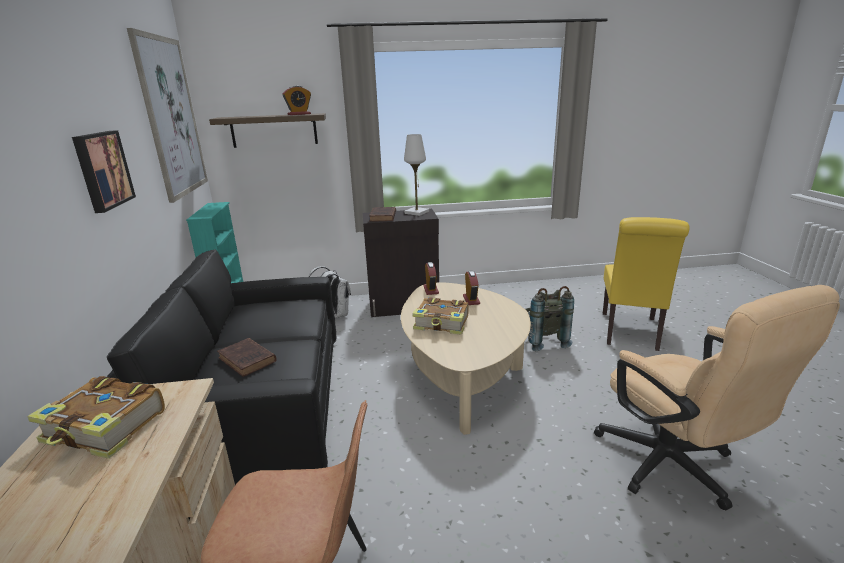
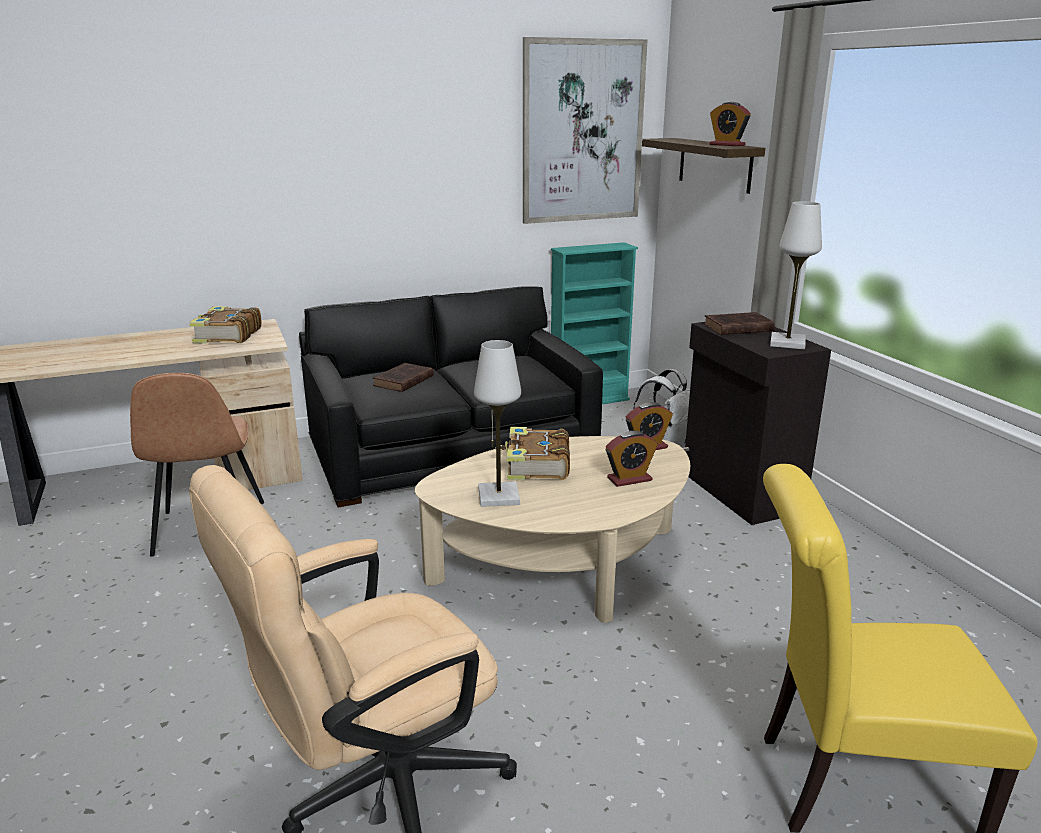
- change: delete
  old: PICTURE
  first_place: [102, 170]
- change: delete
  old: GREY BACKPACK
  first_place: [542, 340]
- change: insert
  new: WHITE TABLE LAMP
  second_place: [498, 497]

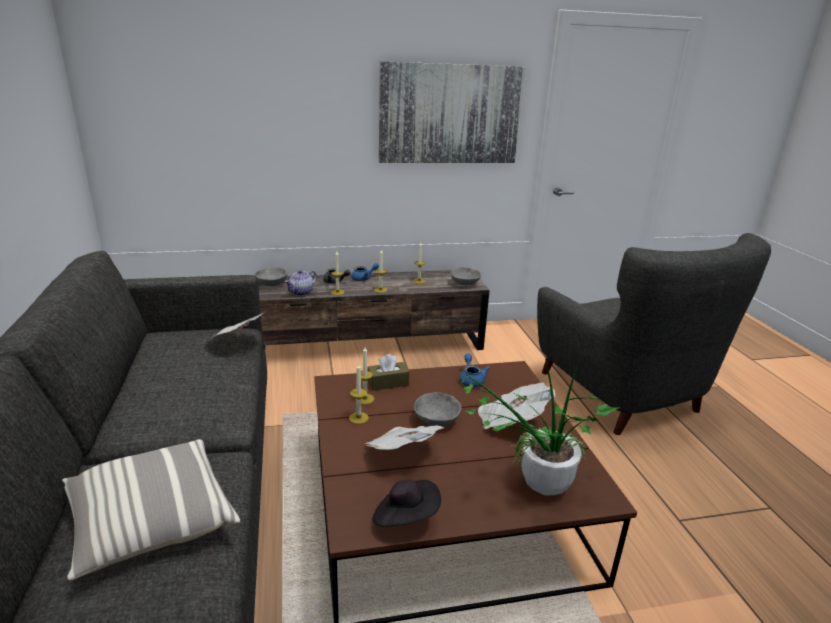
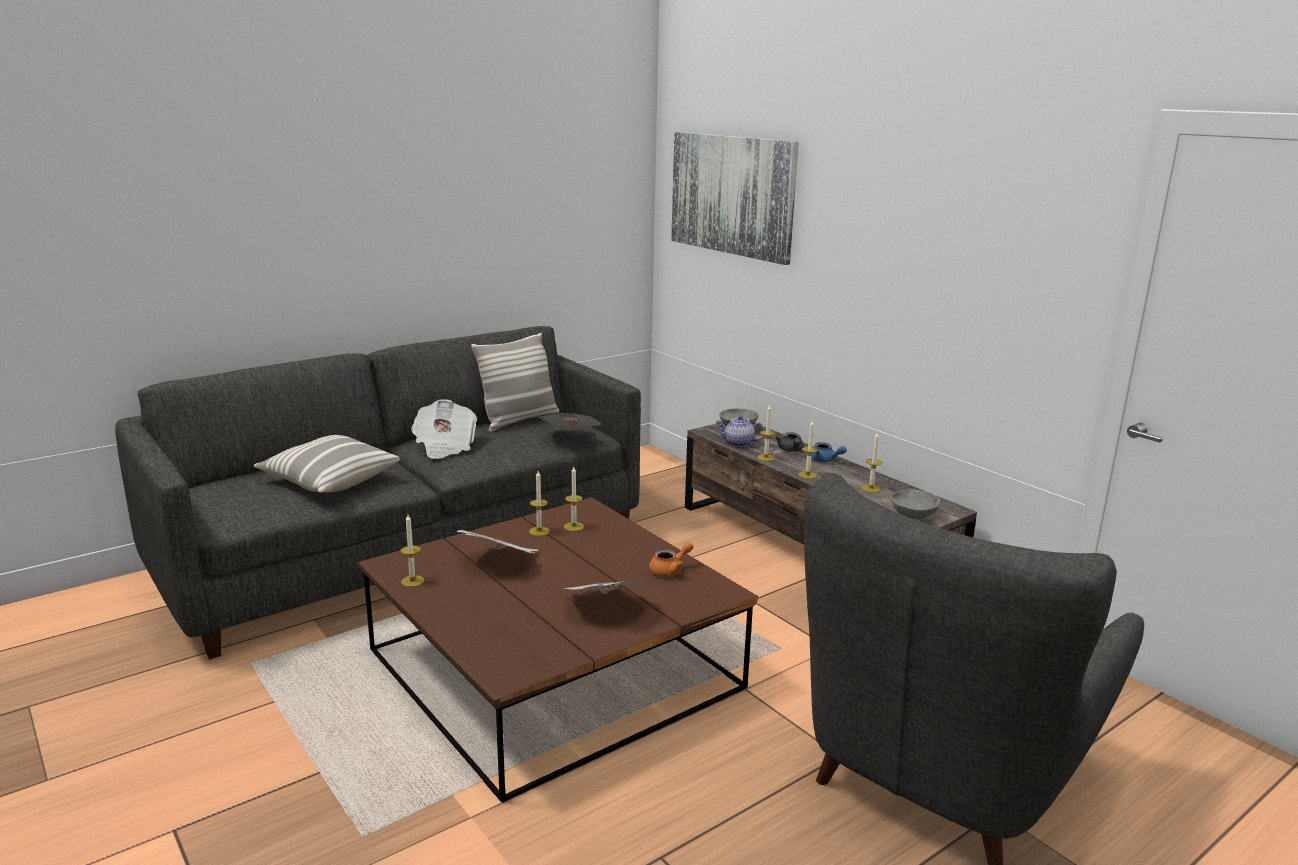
- change: move
  old: PICTURE
  first_place: [450, 114]
  second_place: [732, 195]
- change: recolor
  old: BLUE TEAPOT
  new: ORANGE TEAPOT
  first_place: [471, 379]
  second_place: [670, 570]
- change: delete
  old: BROWN TISSUE BOX
  first_place: [388, 383]
- change: delete
  old: POTTED PLANT
  first_place: [533, 486]
- change: delete
  old: GREY BOWL
  first_place: [436, 419]
- change: replace
  old: BLACK HAT
  new: CANDLE
  first_place: [406, 517]
  second_place: [412, 581]
- change: insert
  new: PILLOW
  second_place: [518, 420]
- change: insert
  new: NEWSPAPER
  second_place: [444, 446]

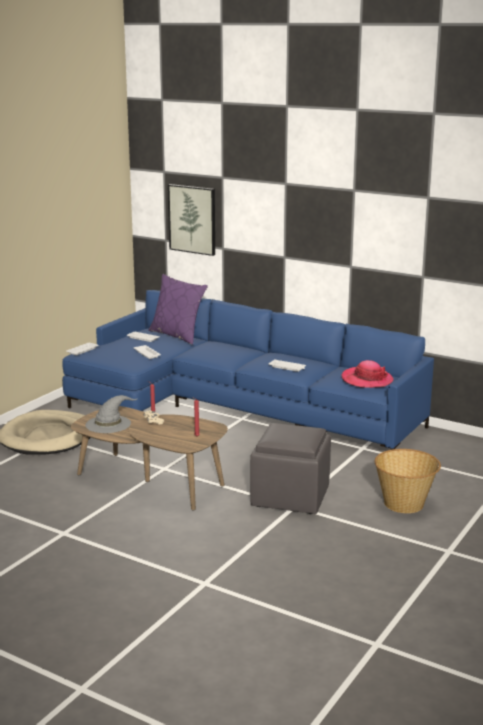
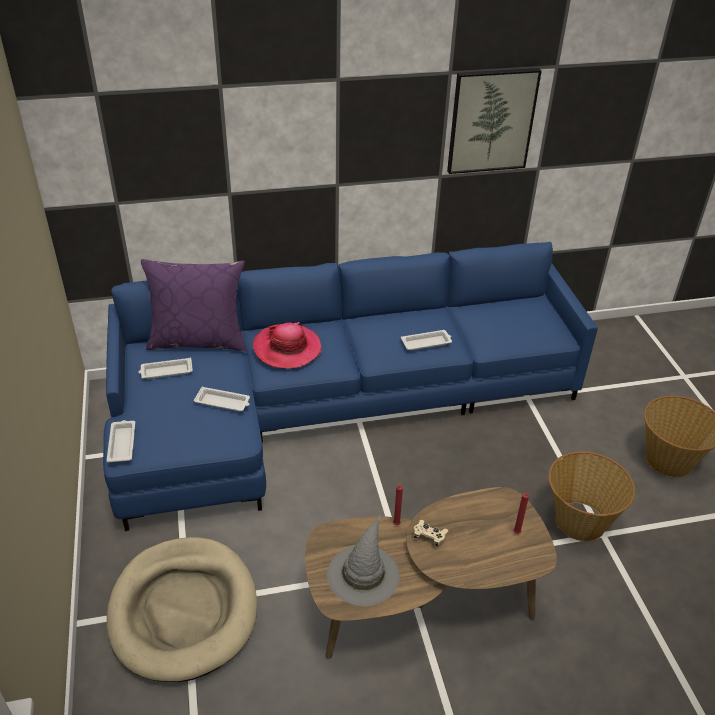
- change: move
  old: PICTURE
  first_place: [192, 219]
  second_place: [491, 121]
- change: move
  old: HAT
  first_place: [367, 380]
  second_place: [287, 348]
- change: replace
  old: GREY OTTOMAN
  new: BASKET
  first_place: [291, 496]
  second_place: [579, 520]

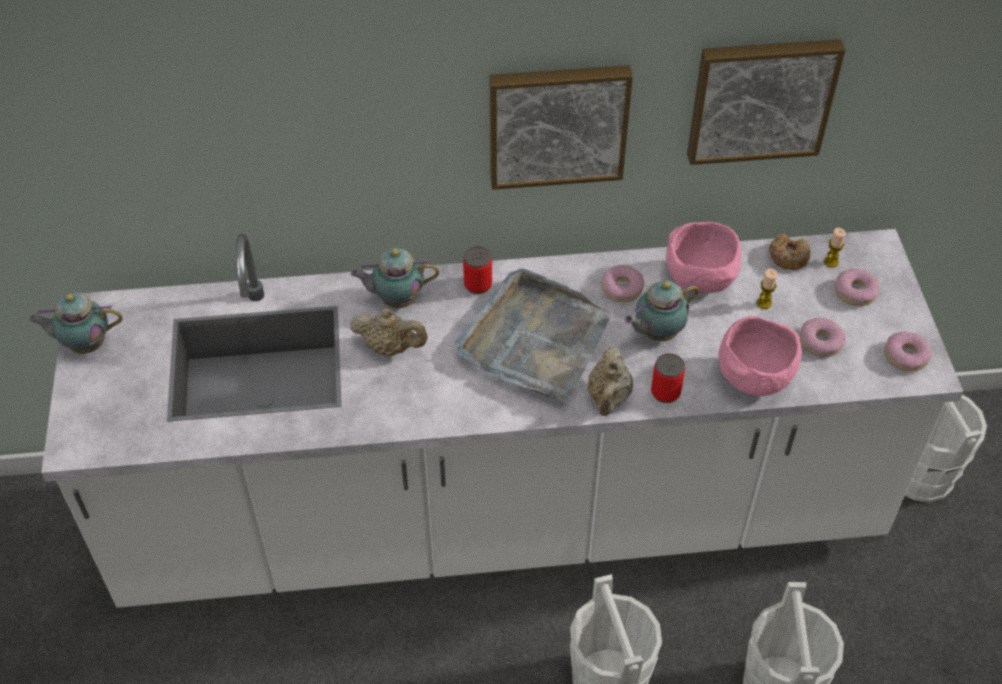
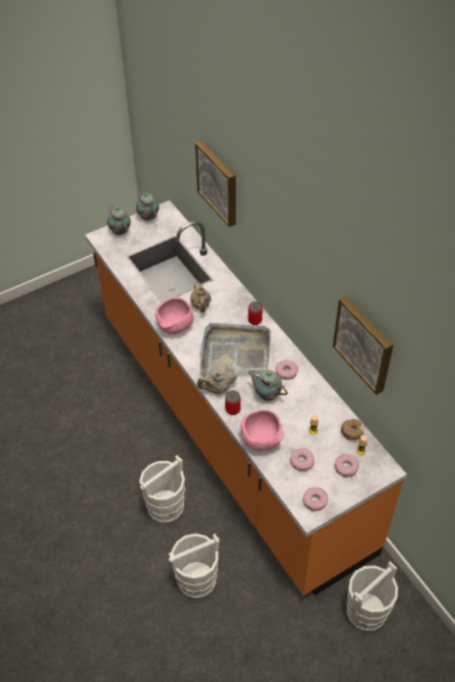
- change: move
  old: PICTURE
  first_place: [557, 123]
  second_place: [219, 182]
- change: move
  old: PINK BOWL
  first_place: [702, 280]
  second_place: [175, 327]
- change: recolor
  old: WHITE COUNTER
  new: ORANGE COUNTER
  first_place: [501, 517]
  second_place: [228, 430]
- change: move
  old: TEAPOT
  first_place: [396, 300]
  second_place: [120, 231]

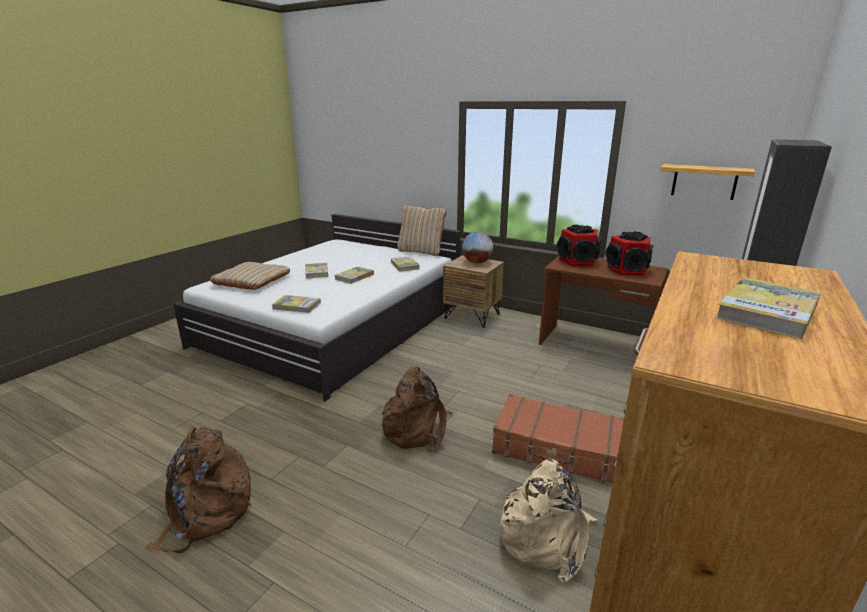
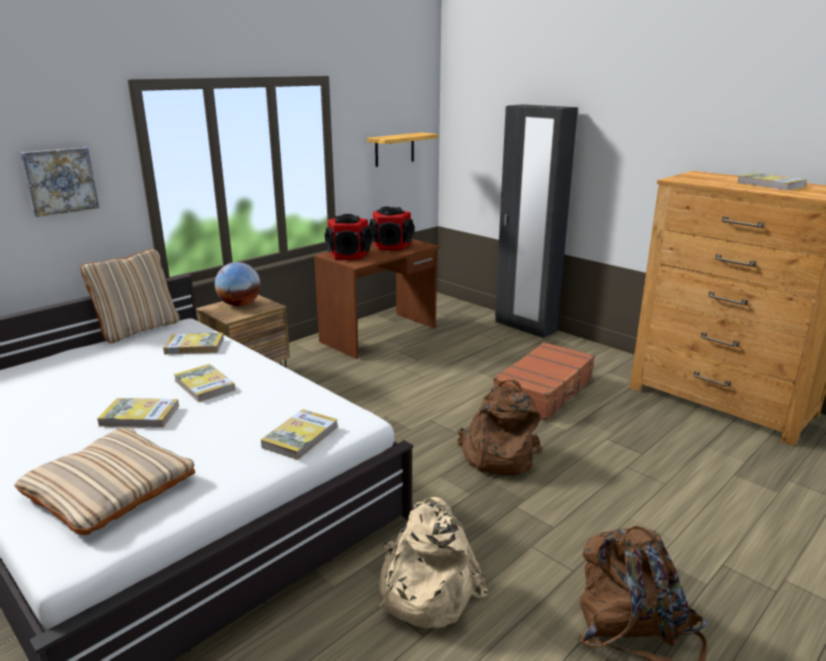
- change: move
  old: BEIGE BACKPACK
  first_place: [546, 537]
  second_place: [425, 590]
- change: insert
  new: PICTURE
  second_place: [59, 181]

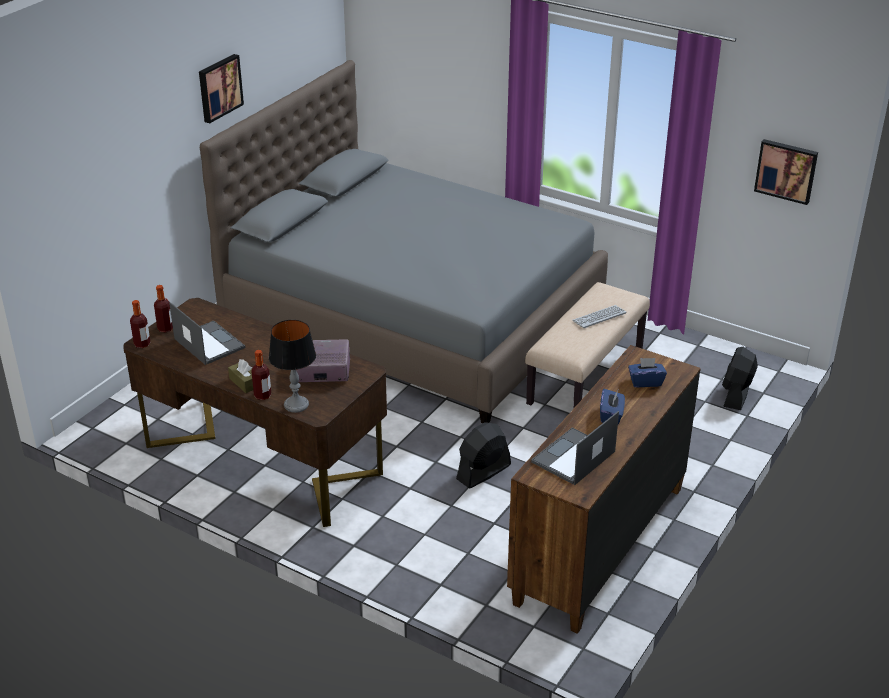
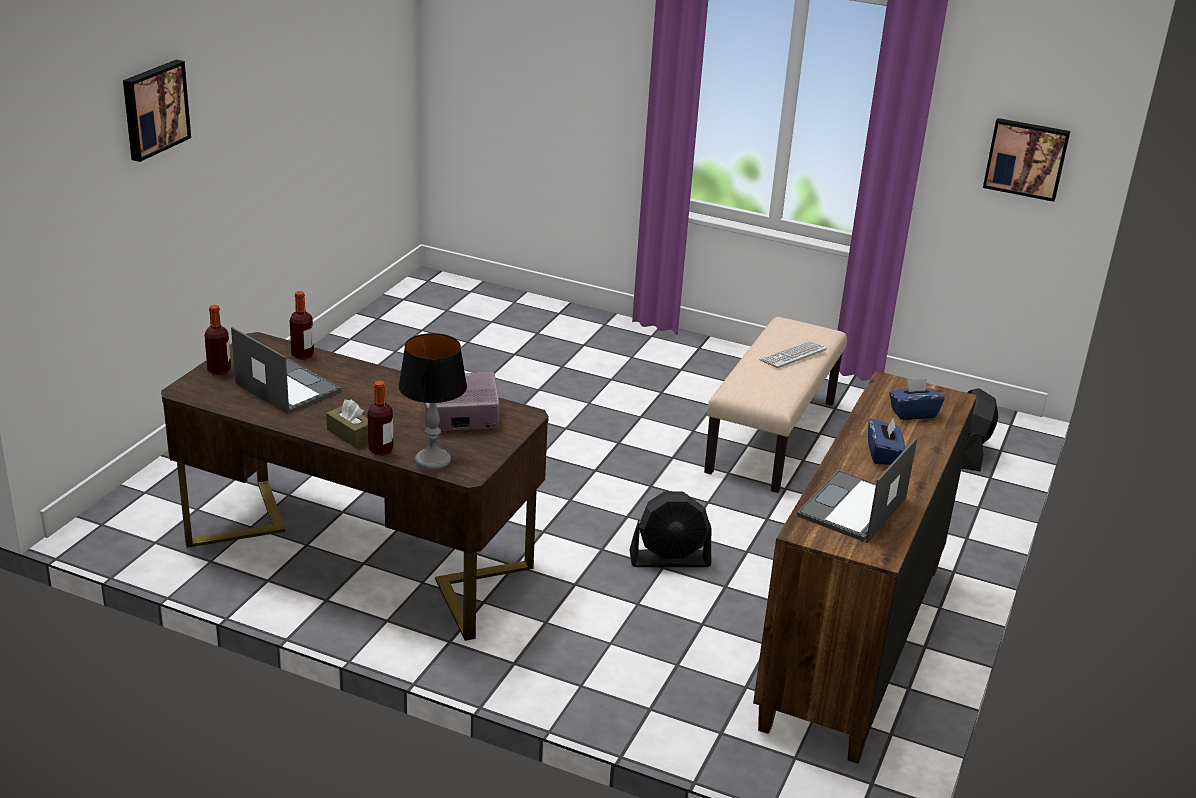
- change: move
  old: PICTURE
  first_place: [219, 87]
  second_place: [154, 109]
- change: delete
  old: GREY BED
  first_place: [413, 315]
- change: move
  old: BOTTLE
  first_place: [142, 344]
  second_place: [302, 355]
- change: rotate
  old: BLACK FAN
  first_place: [483, 472]
  second_place: [670, 559]
  degrees: -135

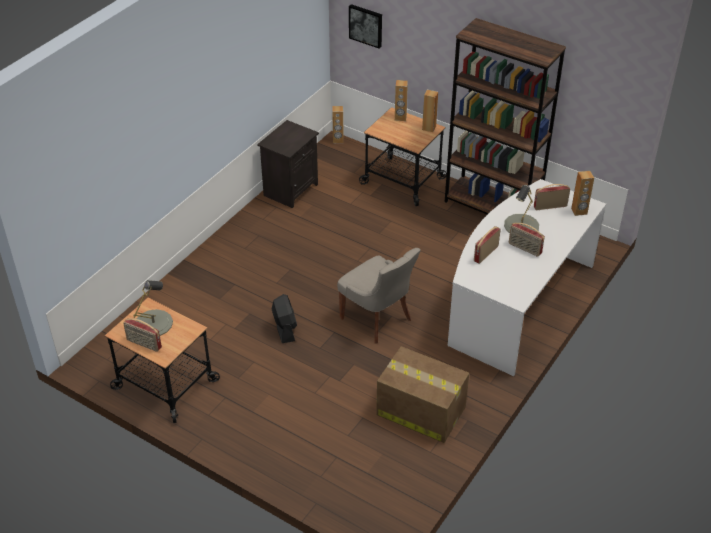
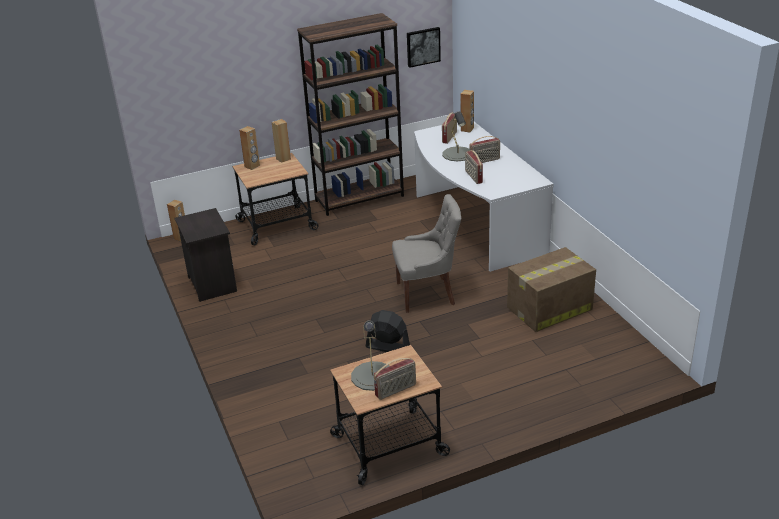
- change: move
  old: PICTURE
  first_place: [366, 25]
  second_place: [422, 46]

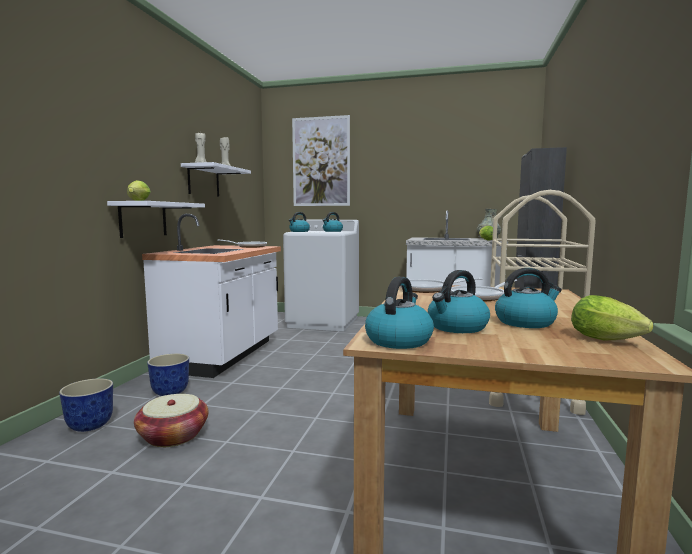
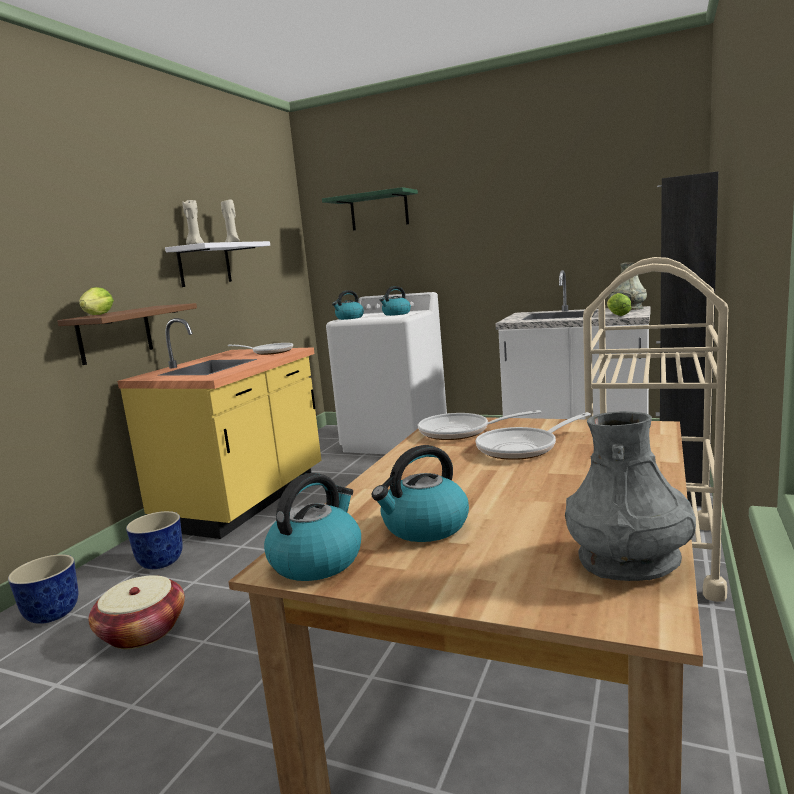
- change: replace
  old: PICTURE
  new: GREEN SHELF
  first_place: [321, 162]
  second_place: [379, 211]
- change: recolor
  old: WHITE SHELF
  new: BROWN SHELF
  first_place: [143, 219]
  second_place: [115, 334]
- change: recolor
  old: WHITE COUNTER
  new: YELLOW COUNTER
  first_place: [223, 355]
  second_place: [245, 501]
- change: delete
  old: KETTLE
  first_place: [525, 322]
- change: replace
  old: LETTUCE
  new: GREY VASE
  first_place: [609, 340]
  second_place: [628, 559]

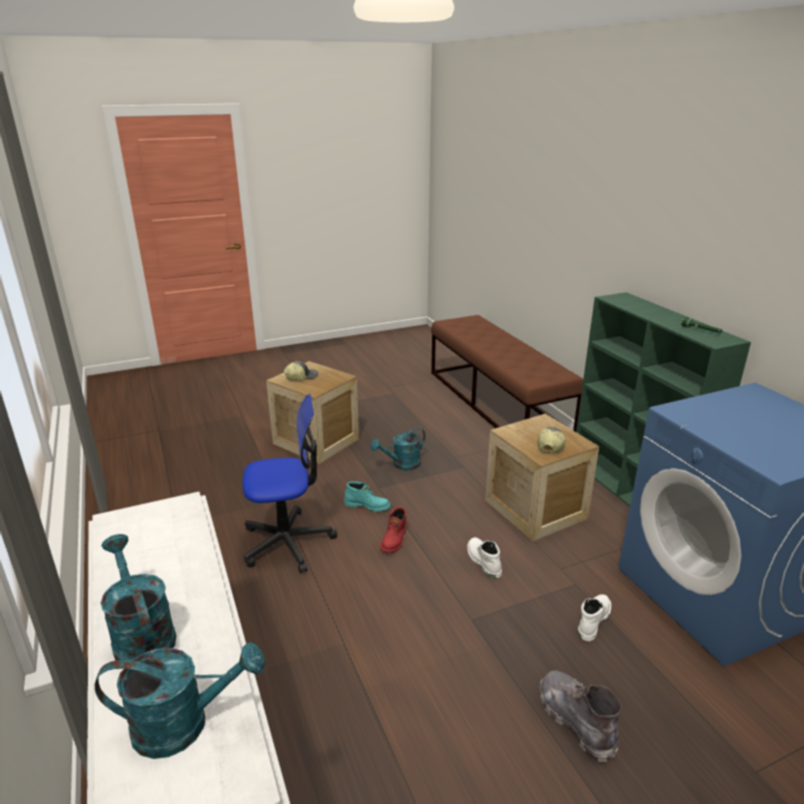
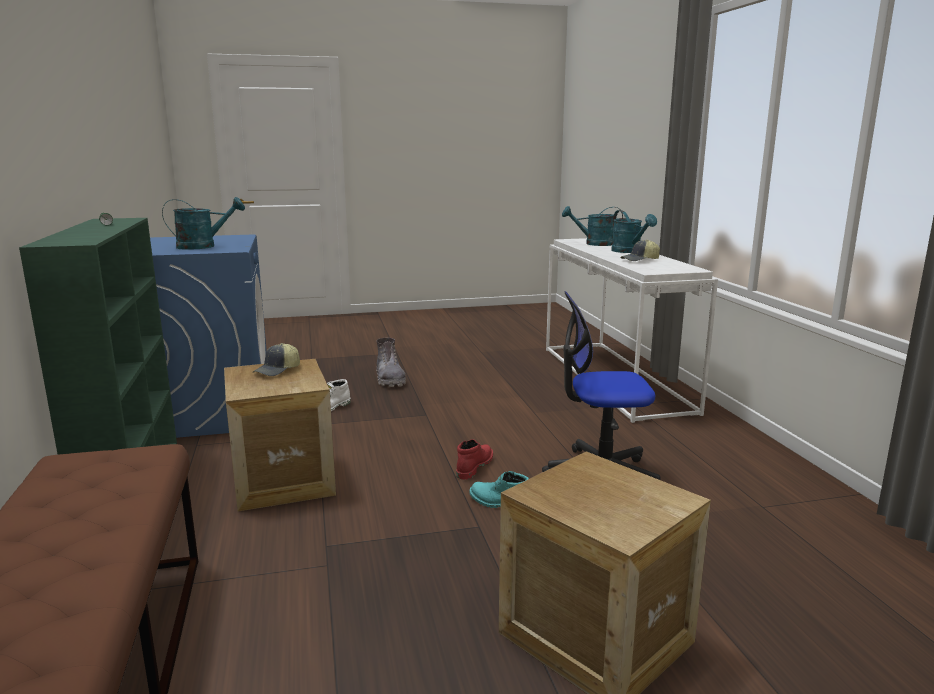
- change: move
  old: CAP
  first_place: [301, 377]
  second_place: [640, 260]
- change: move
  old: TURQUOISE WATERING CAN
  first_place: [402, 465]
  second_place: [203, 246]
- change: delete
  old: WHITE BOOT
  first_place: [482, 561]

